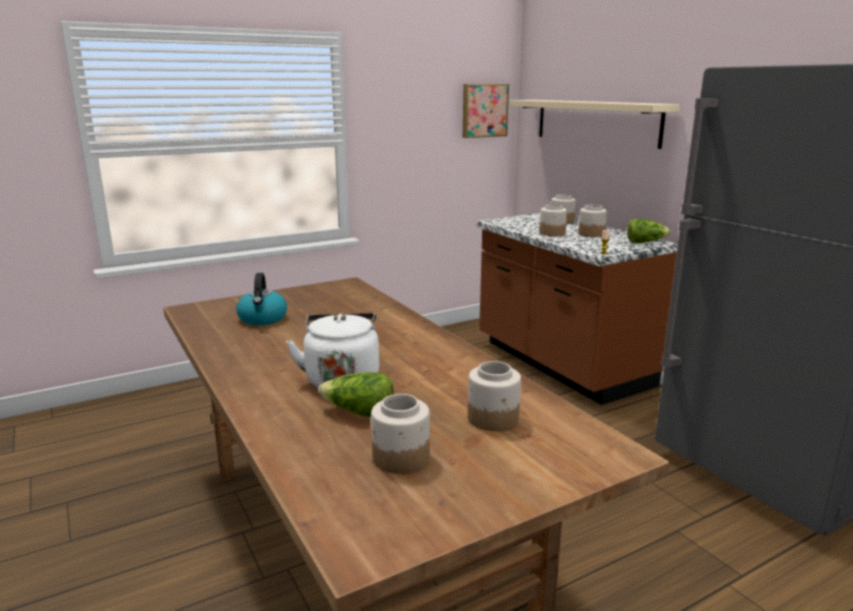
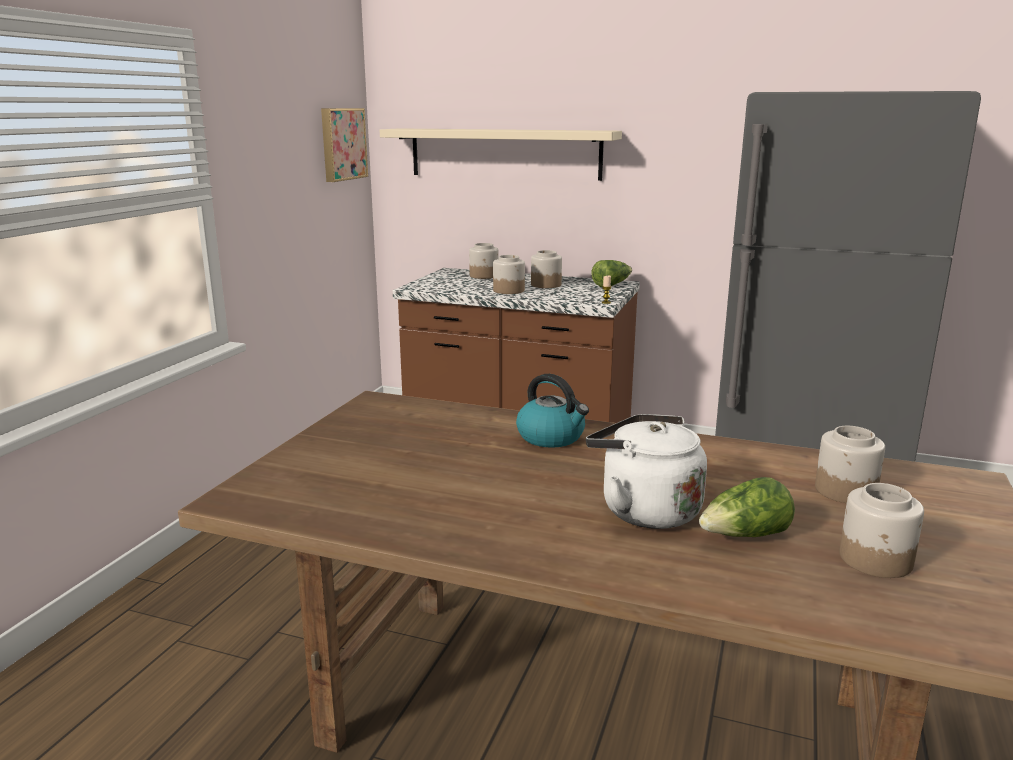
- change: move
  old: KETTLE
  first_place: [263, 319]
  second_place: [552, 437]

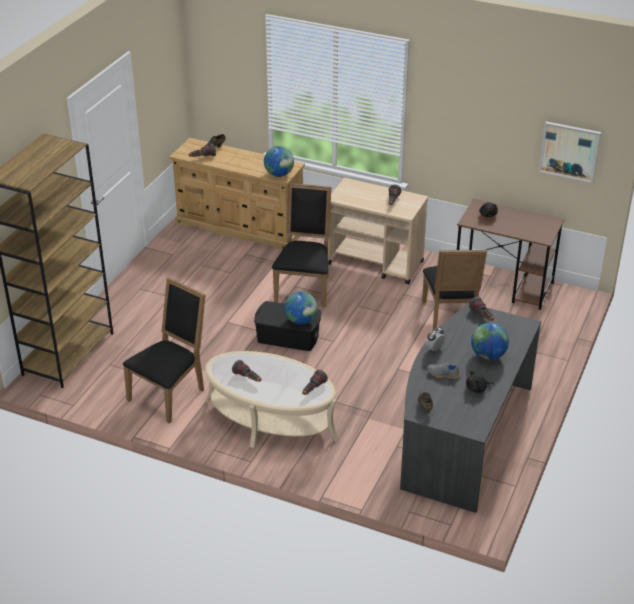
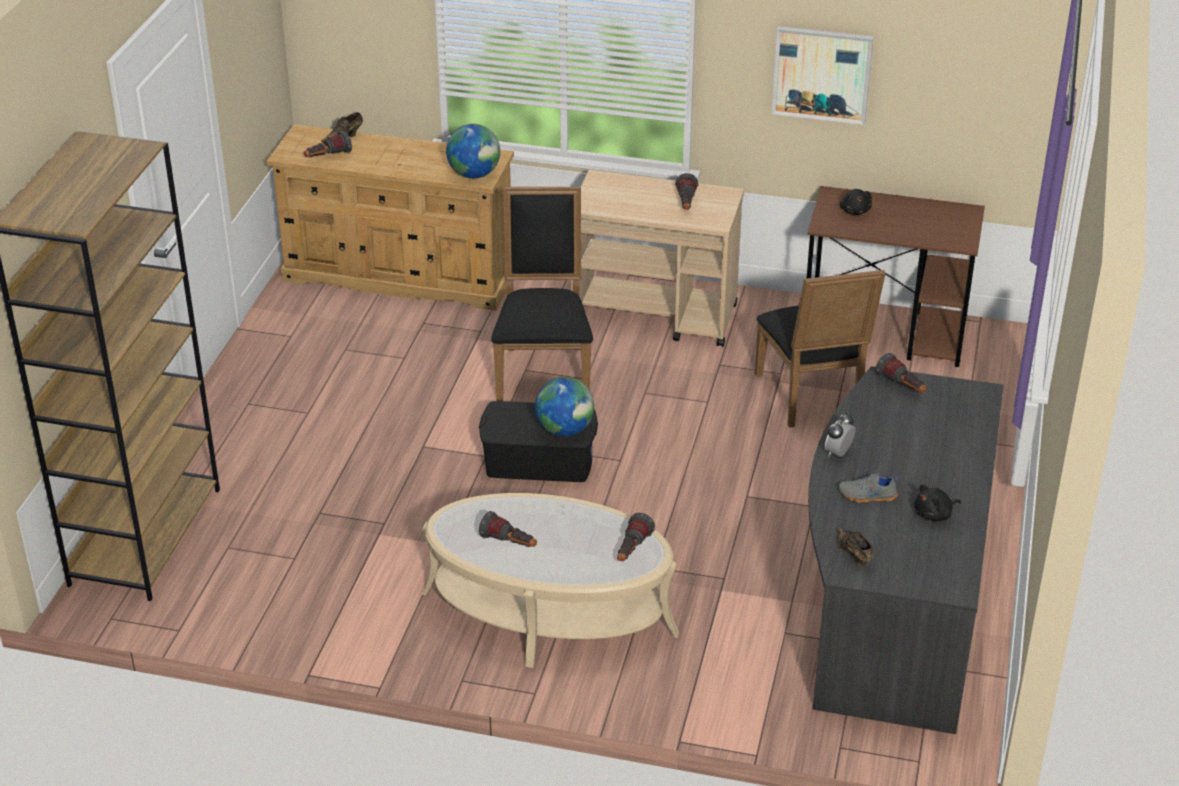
- change: move
  old: PICTURE
  first_place: [569, 151]
  second_place: [822, 74]
- change: delete
  old: BLACK CHAIR
  first_place: [170, 393]
- change: delete
  old: GLOBE
  first_place: [488, 356]

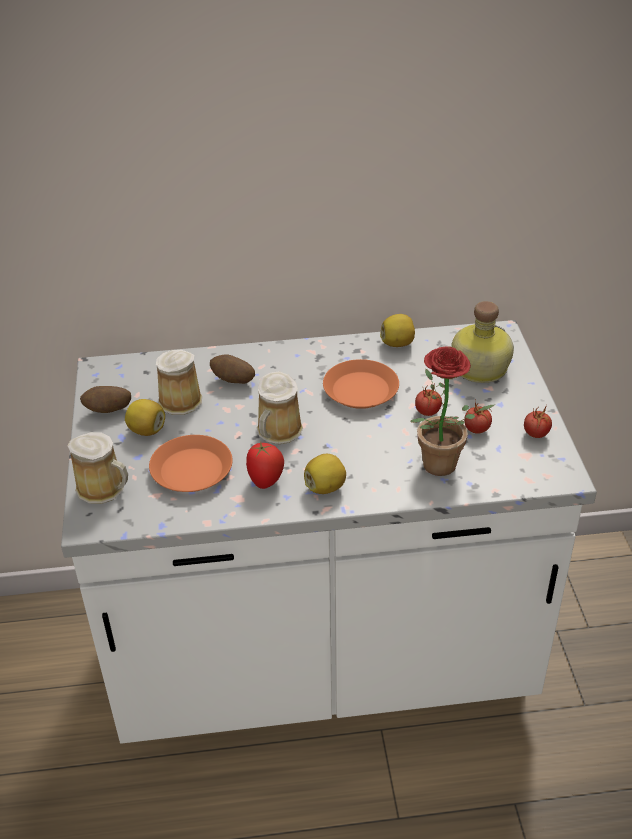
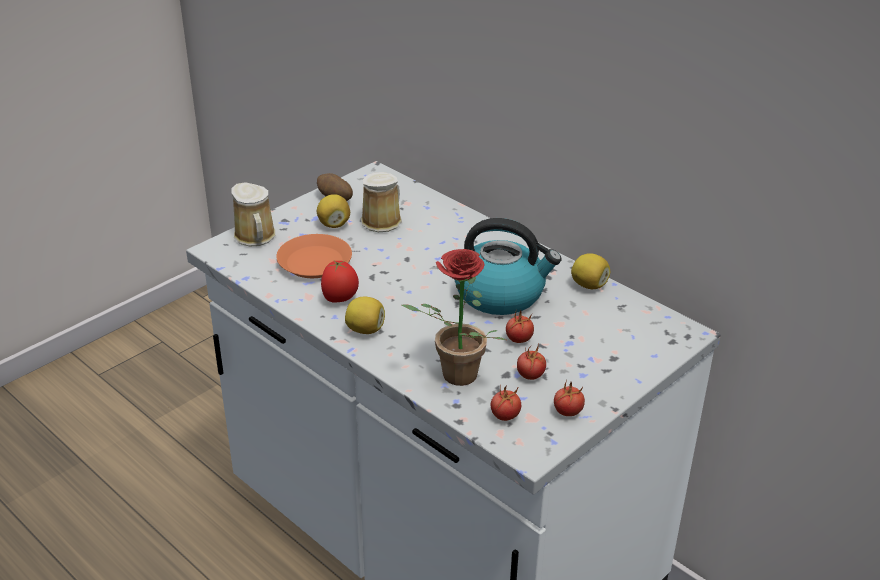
- change: delete
  old: BOTTLE
  first_place: [478, 368]
- change: delete
  old: POTATO
  first_place: [233, 381]
- change: replace
  old: ORANGE PLATE
  new: KETTLE
  first_place: [360, 390]
  second_place: [501, 294]
- change: delete
  old: MUG
  first_place: [277, 432]
- change: insert
  new: TOMATO
  second_place: [505, 416]

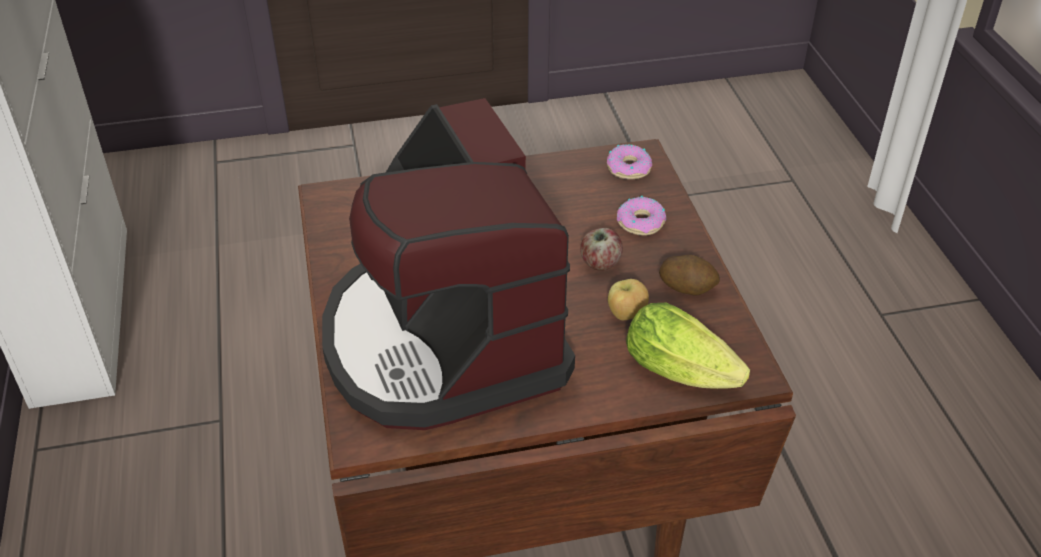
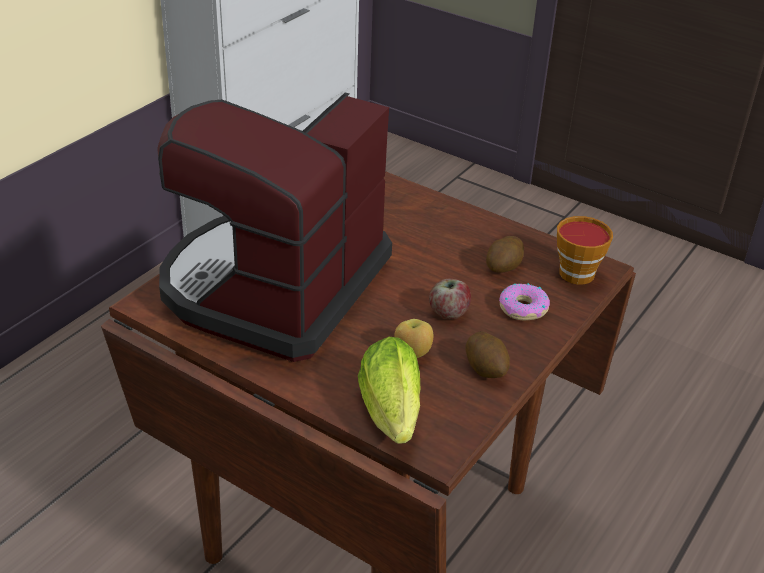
- change: replace
  old: DONUT
  new: CUP
  first_place: [629, 168]
  second_place: [574, 271]
- change: insert
  new: POTATO
  second_place: [503, 267]

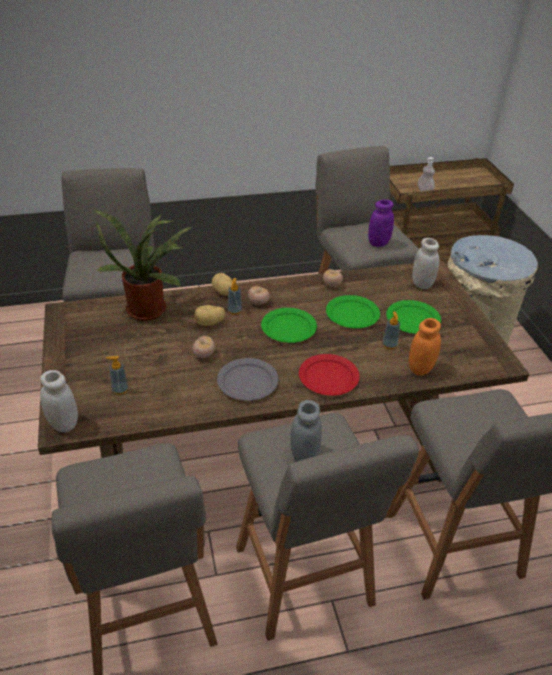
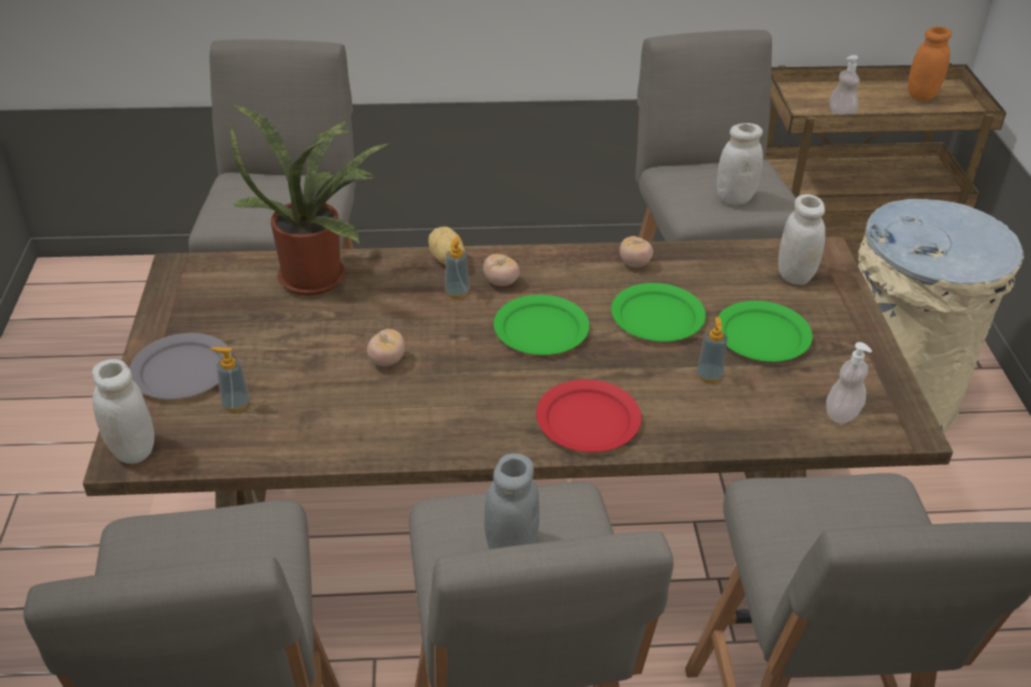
- change: recolor
  old: PURPLE JAR
  new: WHITE JAR
  first_place: [378, 243]
  second_place: [734, 198]
- change: delete
  old: POTATO
  first_place: [209, 323]
- change: move
  old: ORANGE JAR
  first_place: [420, 369]
  second_place: [921, 95]
- change: move
  old: GREY PLATE
  first_place: [248, 381]
  second_place: [183, 370]
- change: insert
  new: SOAP DISPENSER
  second_place: [842, 413]

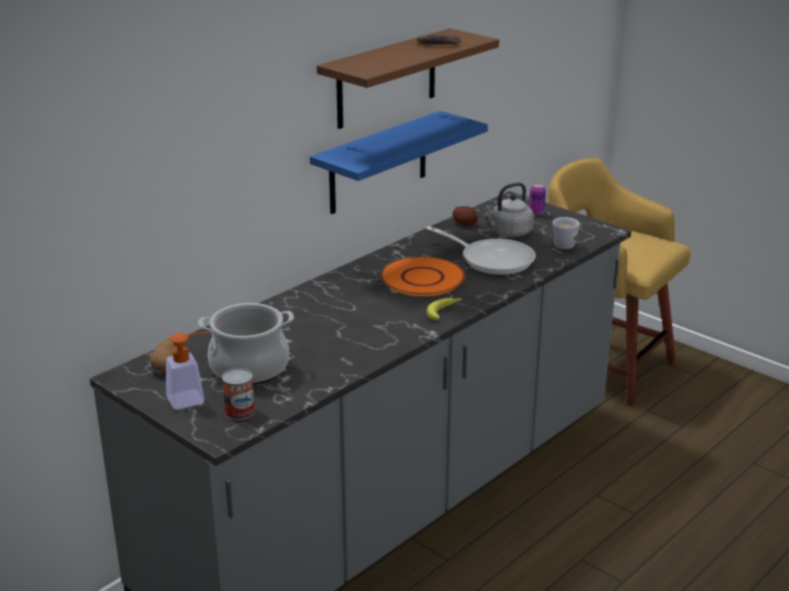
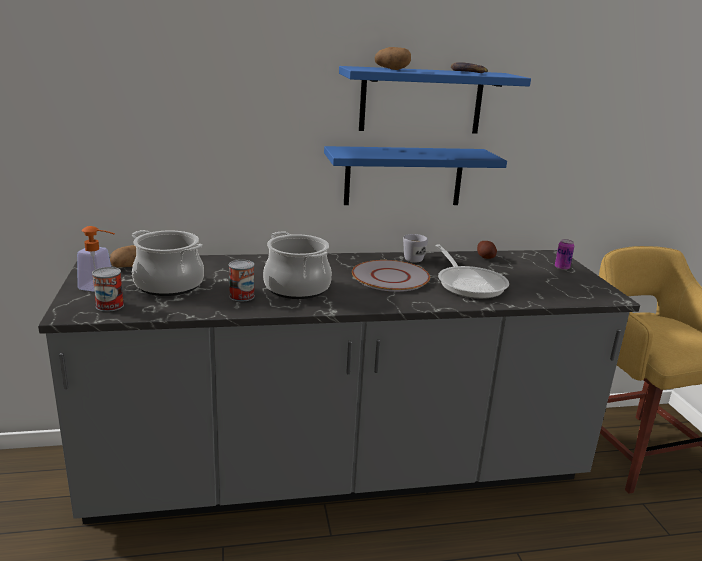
- change: recolor
  old: BROWN SHELF
  new: BLUE SHELF
  first_place: [386, 79]
  second_place: [421, 101]
- change: delete
  old: GREY KETTLE
  first_place: [509, 233]
- change: move
  old: WHITE MUG
  first_place: [562, 244]
  second_place: [415, 258]
- change: recolor
  old: ORANGE PLATE
  new: GREY PLATE
  first_place: [423, 278]
  second_place: [391, 277]
- change: delete
  old: BANANA
  first_place: [445, 311]
- change: insert
  new: POTATO
  second_place: [392, 69]
- change: insert
  new: COOKING POT
  second_place: [296, 288]
- change: insert
  new: CAN
  second_place: [242, 296]

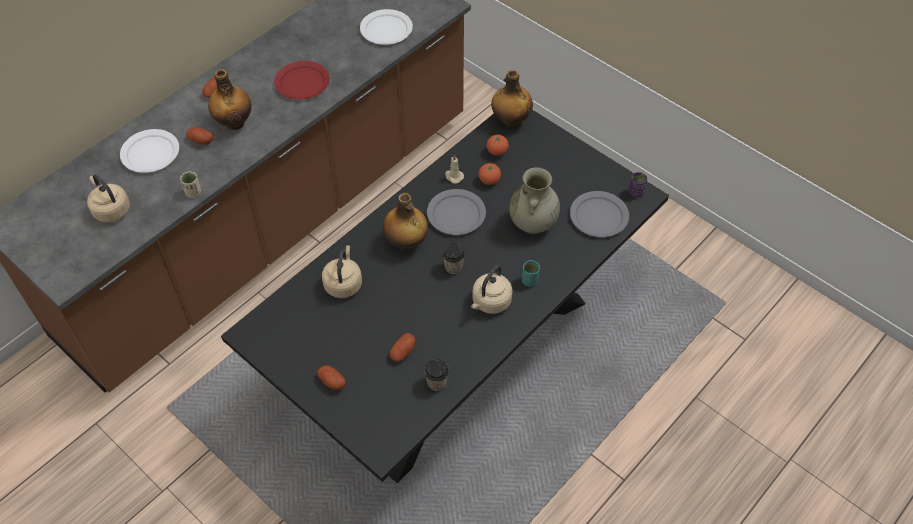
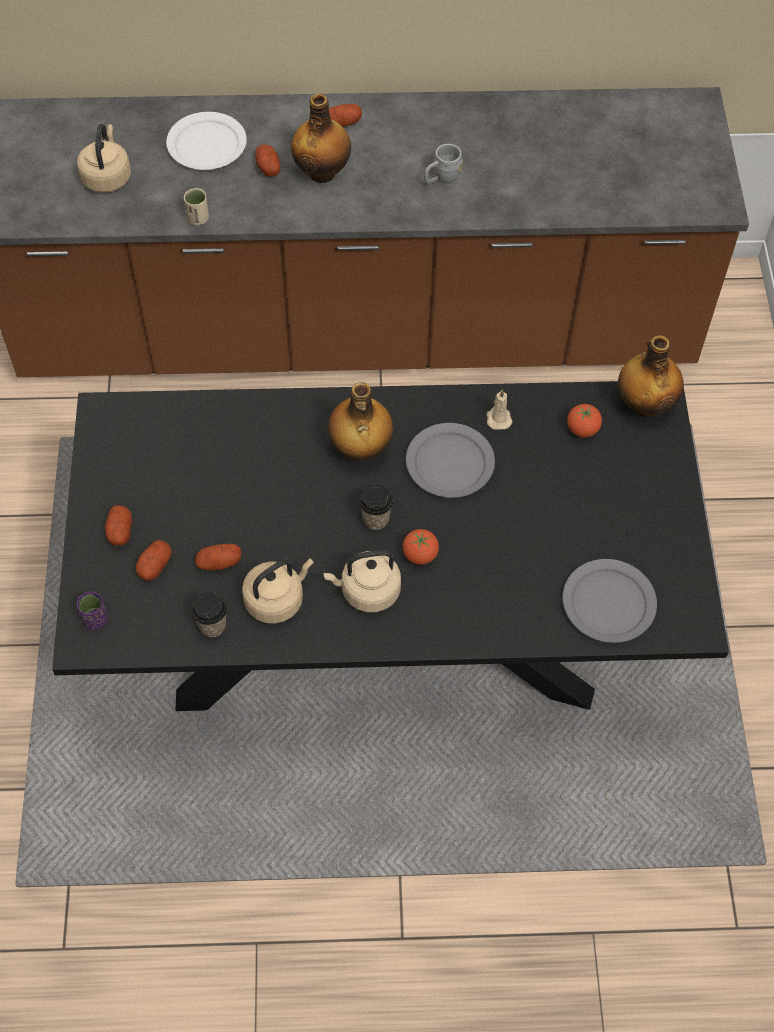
- change: delete
  old: WHITE PLATE
  first_place: [386, 29]
- change: replace
  old: RED PLATE
  new: GREY MUG
  first_place: [301, 83]
  second_place: [441, 178]
- change: move
  old: TOMATO
  first_place: [489, 180]
  second_place: [420, 555]
- change: delete
  old: BEIGE VASE
  first_place: [532, 224]
- change: move
  old: PURPLE CUP
  first_place: [635, 192]
  second_place: [95, 620]
- change: move
  old: BEIGE KETTLE
  first_place: [343, 283]
  second_place: [277, 599]
- change: delete
  old: TURQUOISE CUP
  first_place: [529, 281]
- change: insert
  new: POTATO
  second_place: [154, 565]

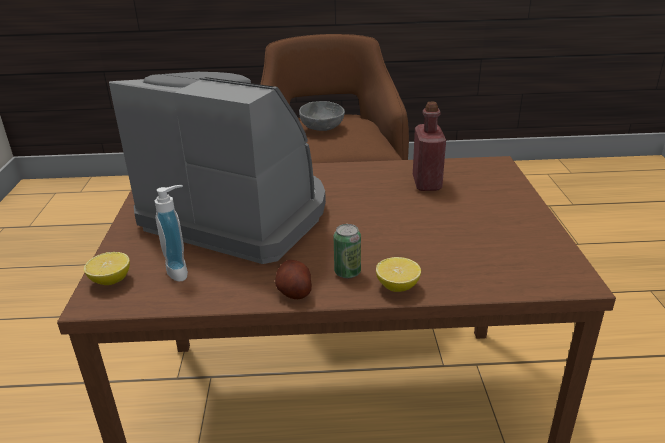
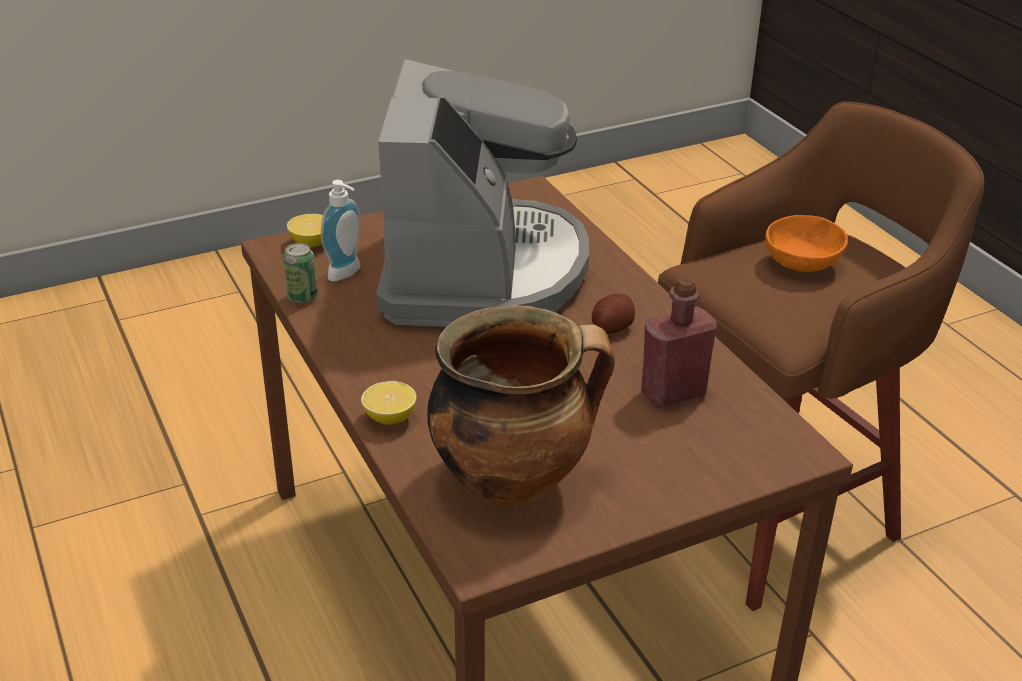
- change: recolor
  old: GREY BOWL
  new: ORANGE BOWL
  first_place: [323, 128]
  second_place: [802, 264]
- change: move
  old: CAN
  first_place: [347, 272]
  second_place: [302, 297]
- change: move
  old: POTATO
  first_place: [294, 292]
  second_place: [611, 327]
- change: insert
  new: COOKING POT
  second_place: [513, 480]

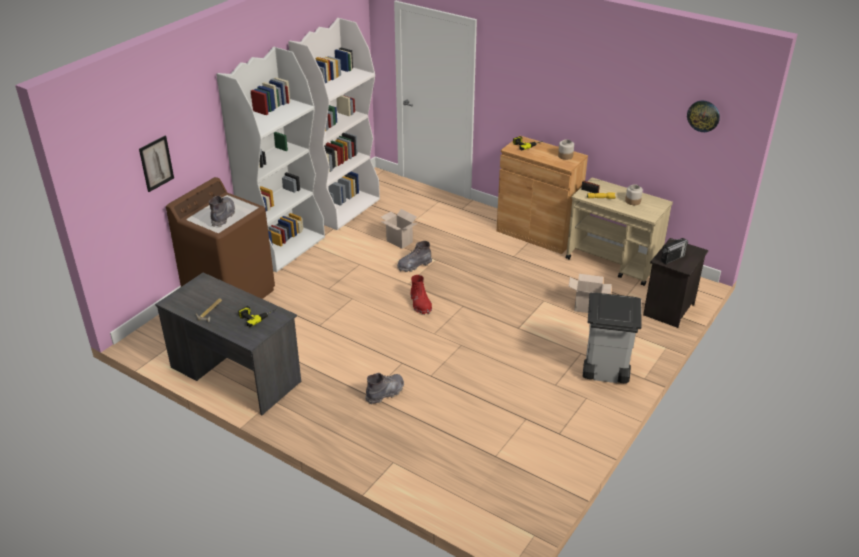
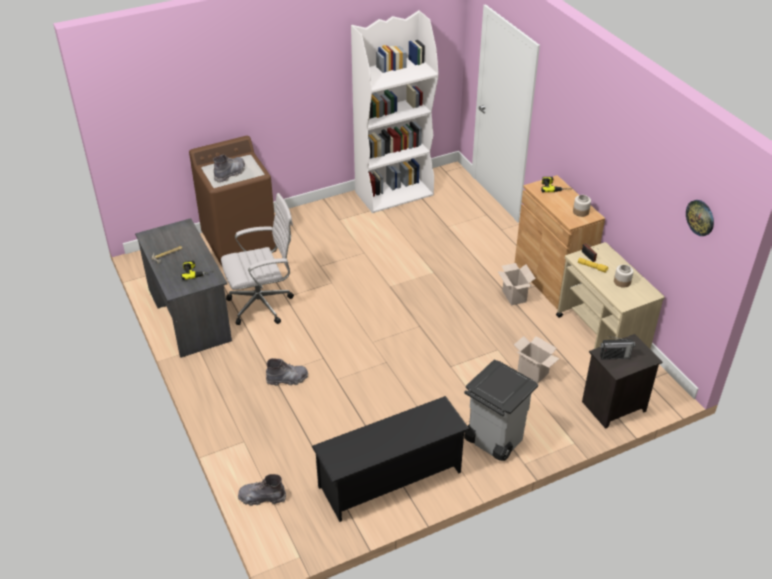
- change: delete
  old: WHITE BOOKCASE
  first_place: [285, 247]
- change: delete
  old: PICTURE
  first_place: [156, 163]
- change: move
  old: CARDBOARD BOX
  first_place: [398, 241]
  second_place: [513, 296]
- change: move
  old: GREY BOOT
  first_place: [414, 265]
  second_place: [262, 497]
- change: delete
  old: RED BOOT
  first_place: [420, 304]
- change: insert
  new: WHITE OFFICE CHAIR
  second_place: [263, 304]
- change: insert
  new: BLACK SHOE RACK
  second_place: [390, 479]

